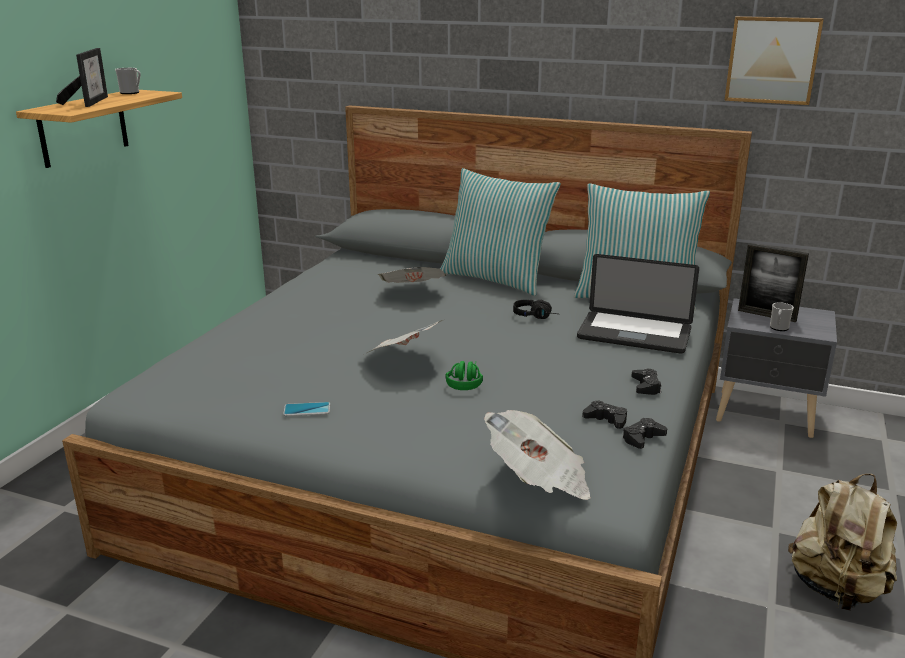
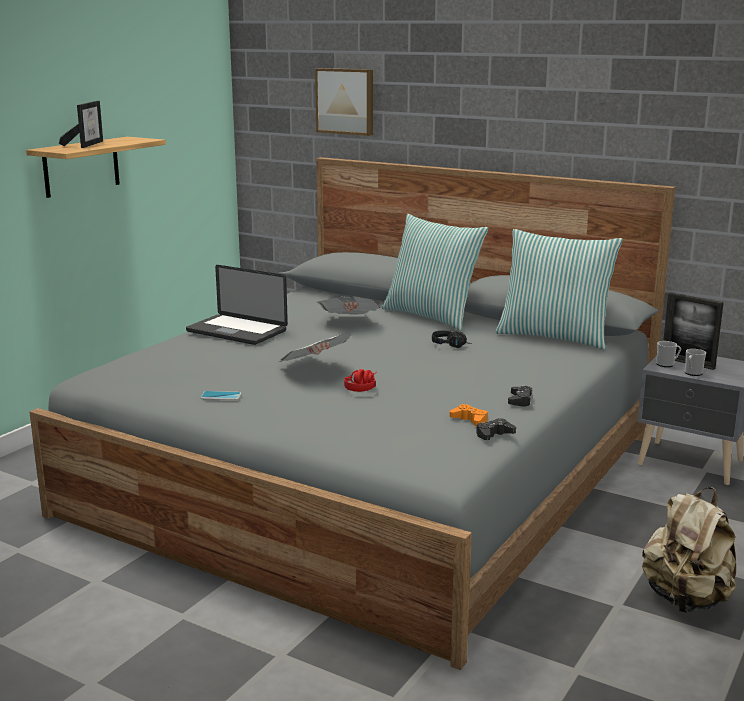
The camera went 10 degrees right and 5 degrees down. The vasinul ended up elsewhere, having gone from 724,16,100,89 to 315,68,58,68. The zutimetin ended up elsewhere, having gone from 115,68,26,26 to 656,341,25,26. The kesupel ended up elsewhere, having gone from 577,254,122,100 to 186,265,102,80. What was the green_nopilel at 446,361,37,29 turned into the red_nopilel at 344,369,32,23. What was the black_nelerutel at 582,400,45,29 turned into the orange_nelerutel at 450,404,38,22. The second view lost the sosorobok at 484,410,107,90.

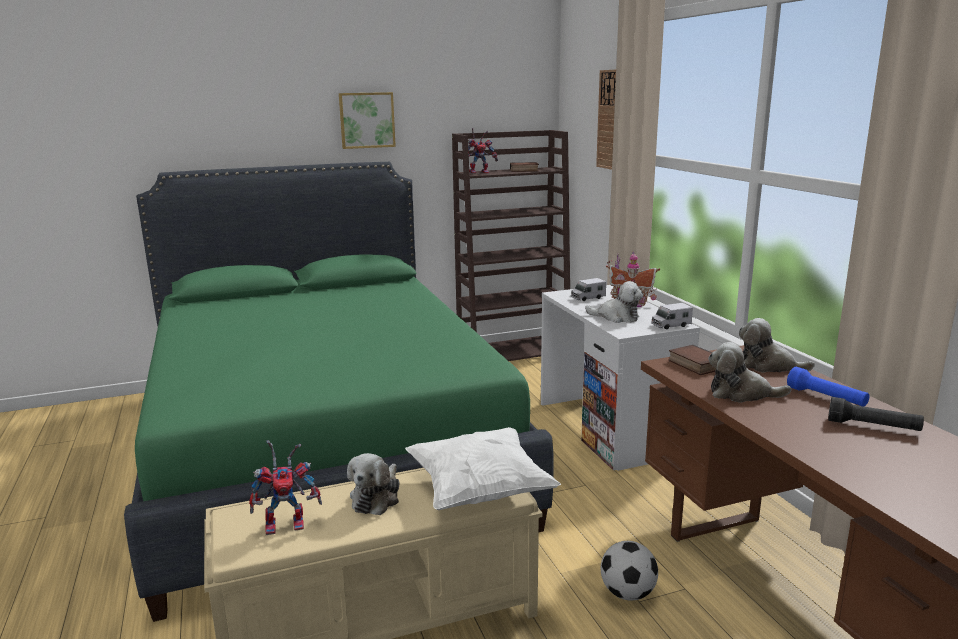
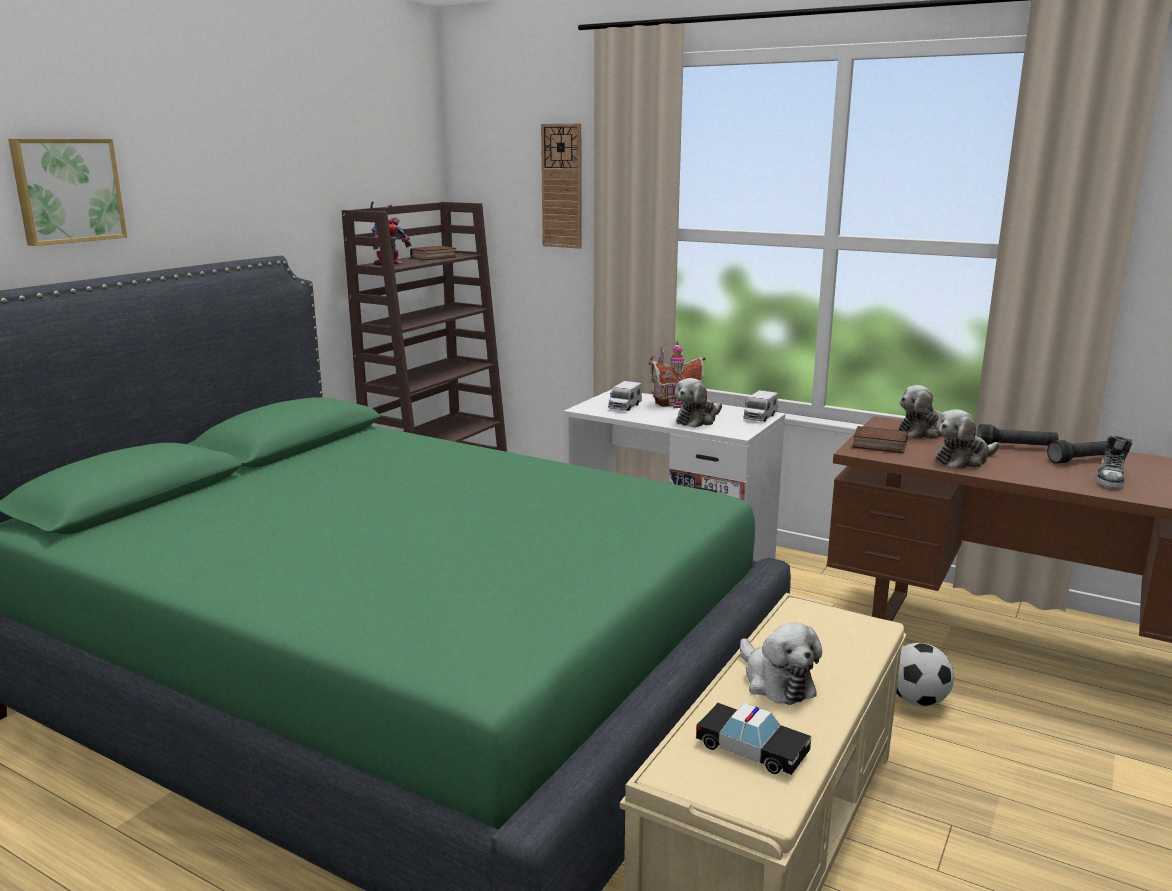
The camera went 40 degrees left and 0 degrees up. The vasinul ended up elsewhere, having gone from 339,92,57,57 to 8,139,119,107. The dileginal at 585,281,58,42 ended up facing another way, 150 degrees clockwise from before. What was the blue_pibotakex at 787,367,83,40 turned into the black_pibotakex at 977,424,81,22. The second view lost the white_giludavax at 405,427,156,83. Where the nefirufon stood at 249,440,73,95, the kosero came to stand at 696,703,116,72. The second view gained the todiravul at 1096,436,37,52.

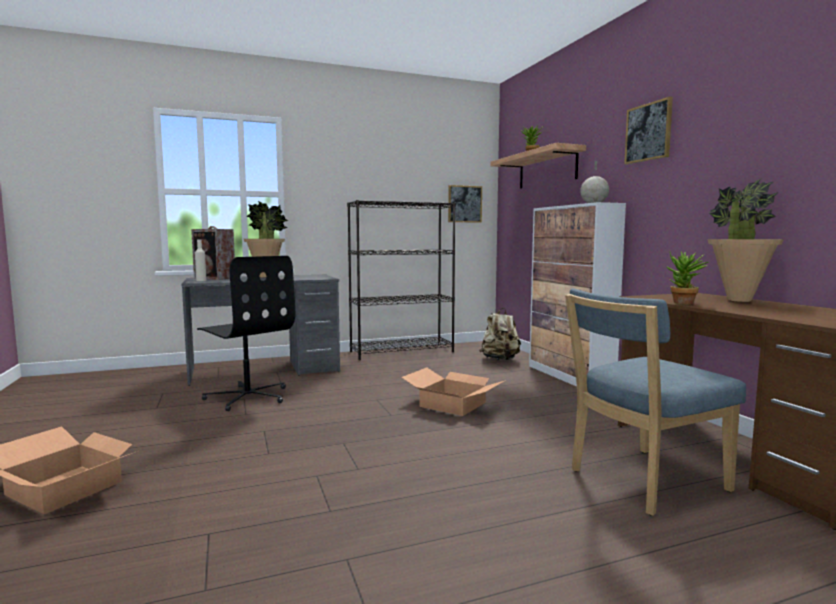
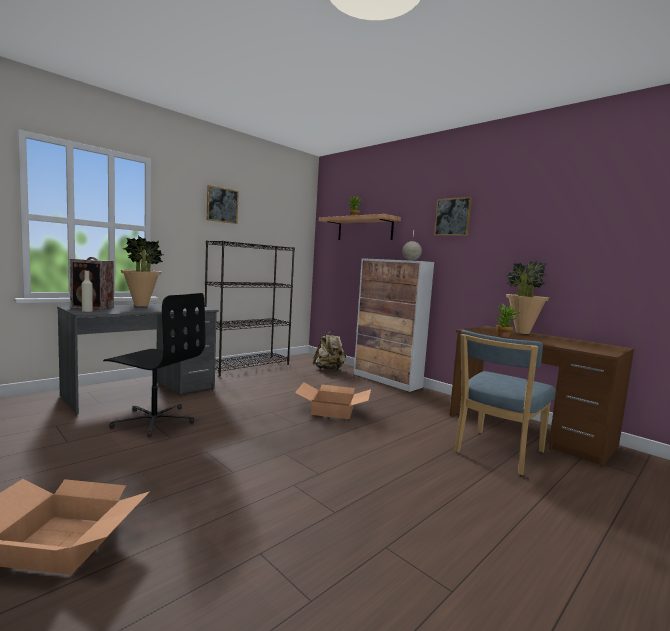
The camera went 25 degrees left and 0 degrees up. The vasinul ended up elsewhere, having gone from 448,185,34,38 to 207,185,32,39.

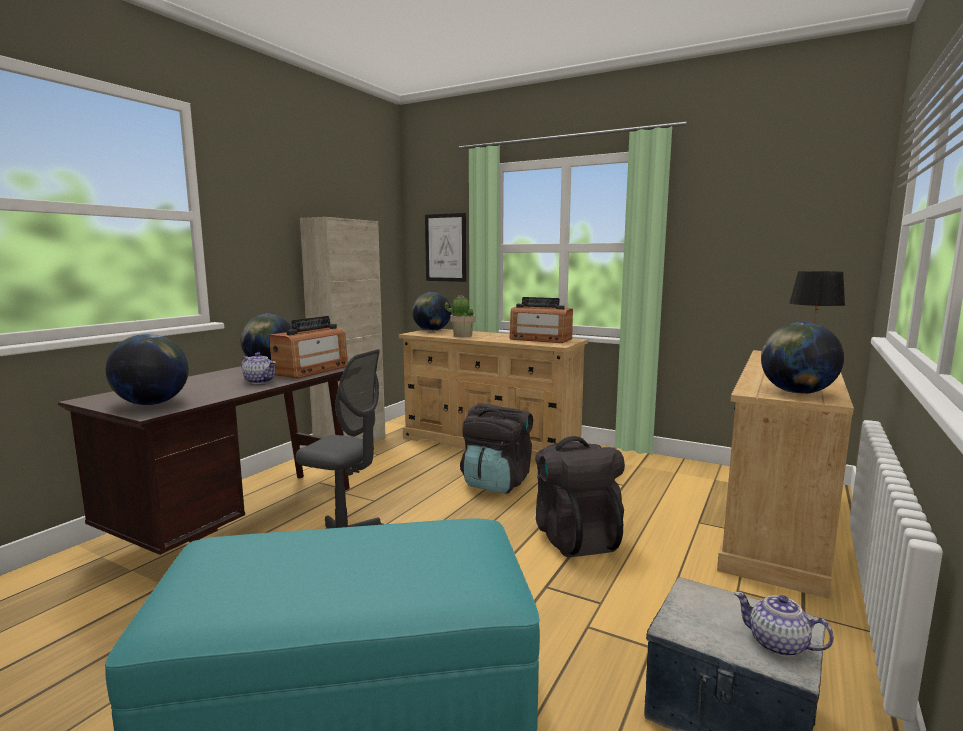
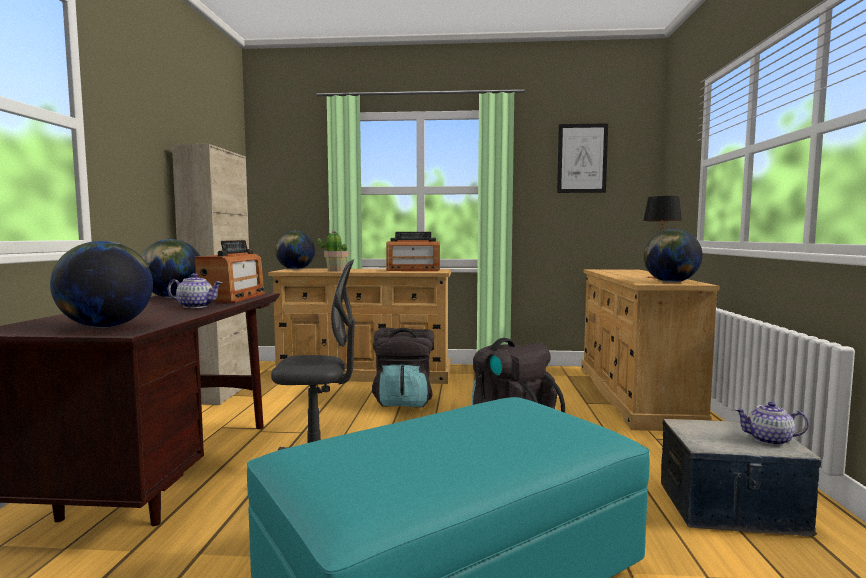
The camera went 25 degrees left and 5 degrees down. The vasinul ended up elsewhere, having gone from 425,213,41,69 to 557,123,51,70.

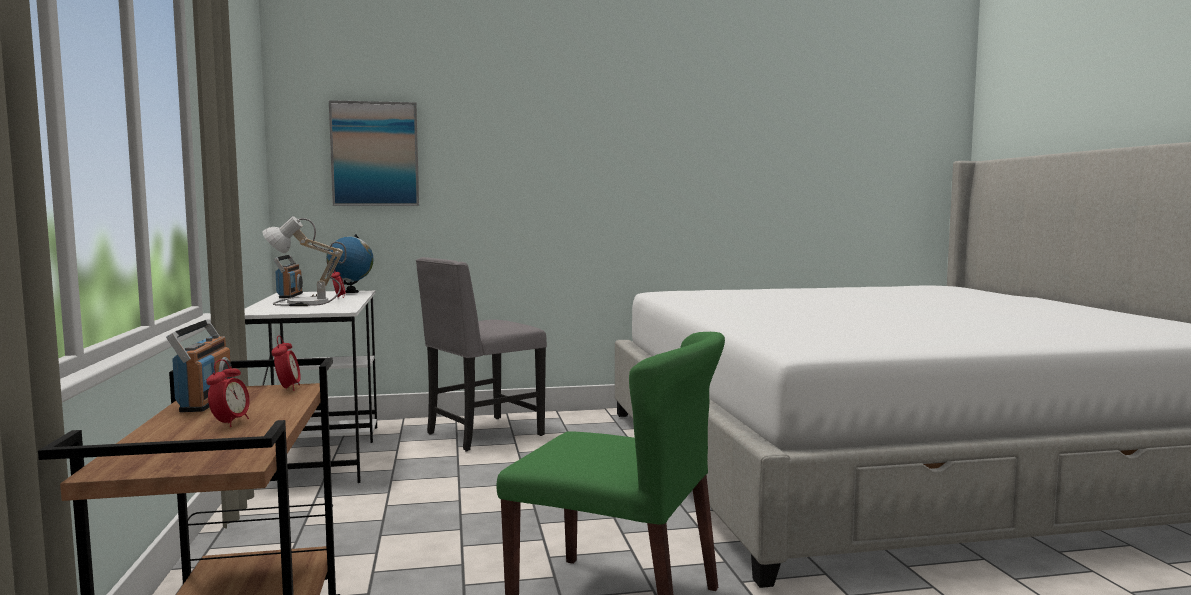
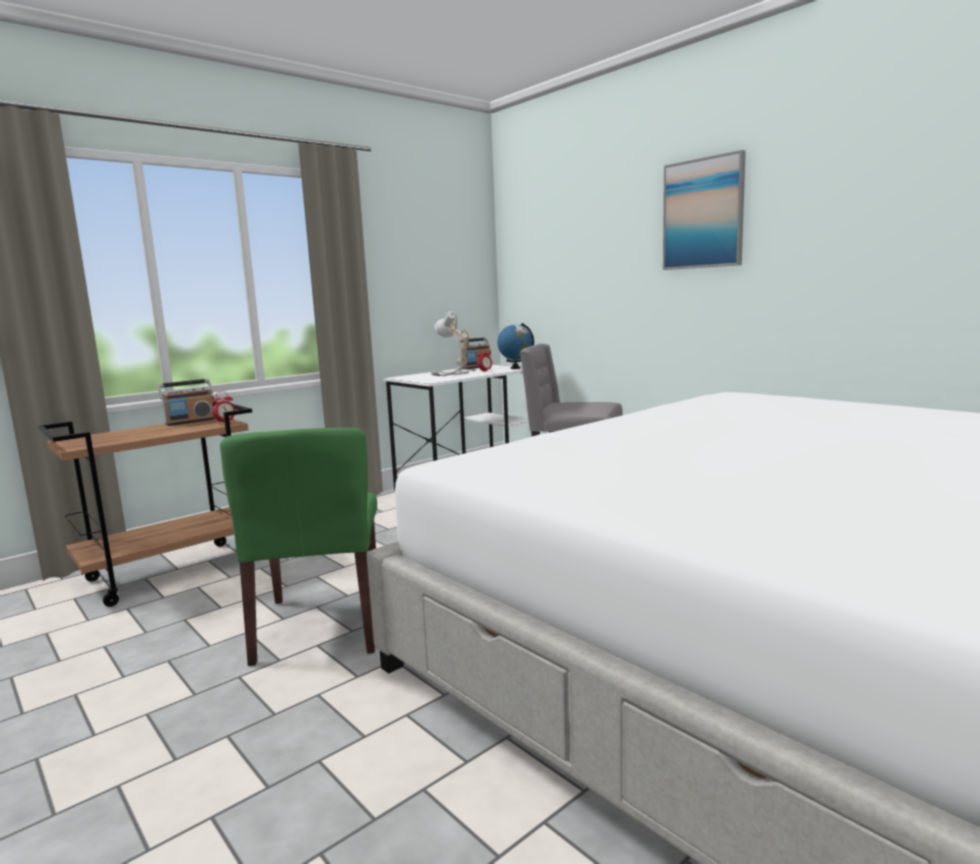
The camera went 60 degrees right and 5 degrees up. The vasinul ended up elsewhere, having gone from 329,100,90,106 to 663,150,83,120. The second view lost the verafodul at 206,359,44,68.

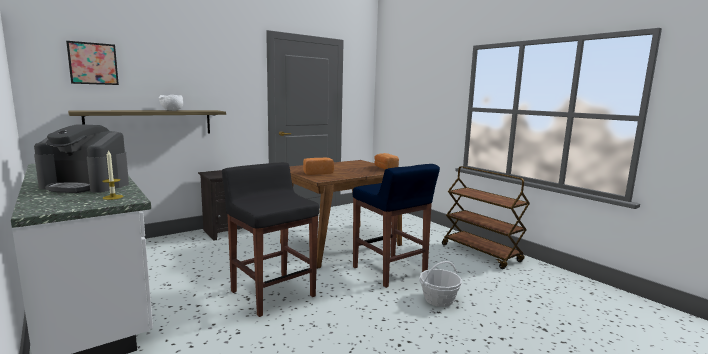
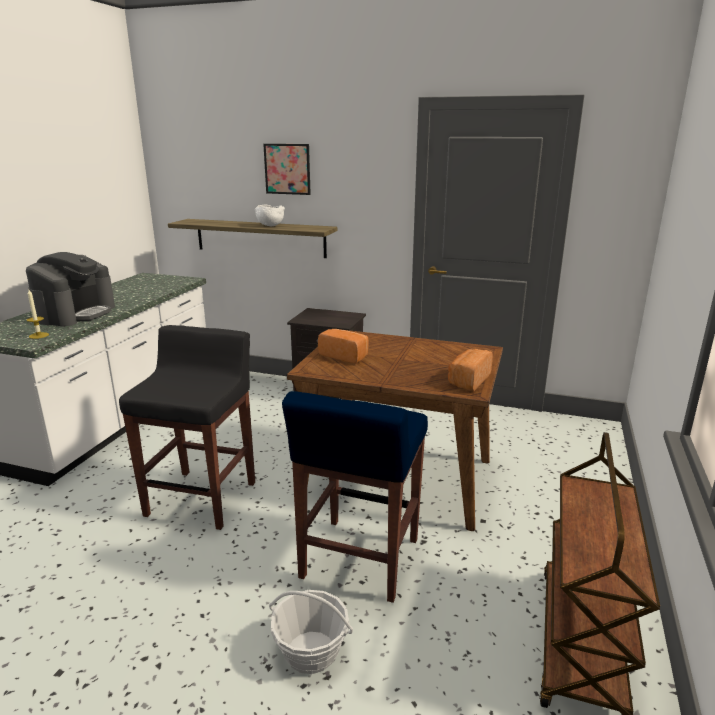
The camera went 55 degrees right and 10 degrees up. The vasinul ended up elsewhere, having gone from 66,41,53,44 to 263,144,48,51. The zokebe at 34,124,95,69 ended up facing another way, 135 degrees counterclockwise from before.

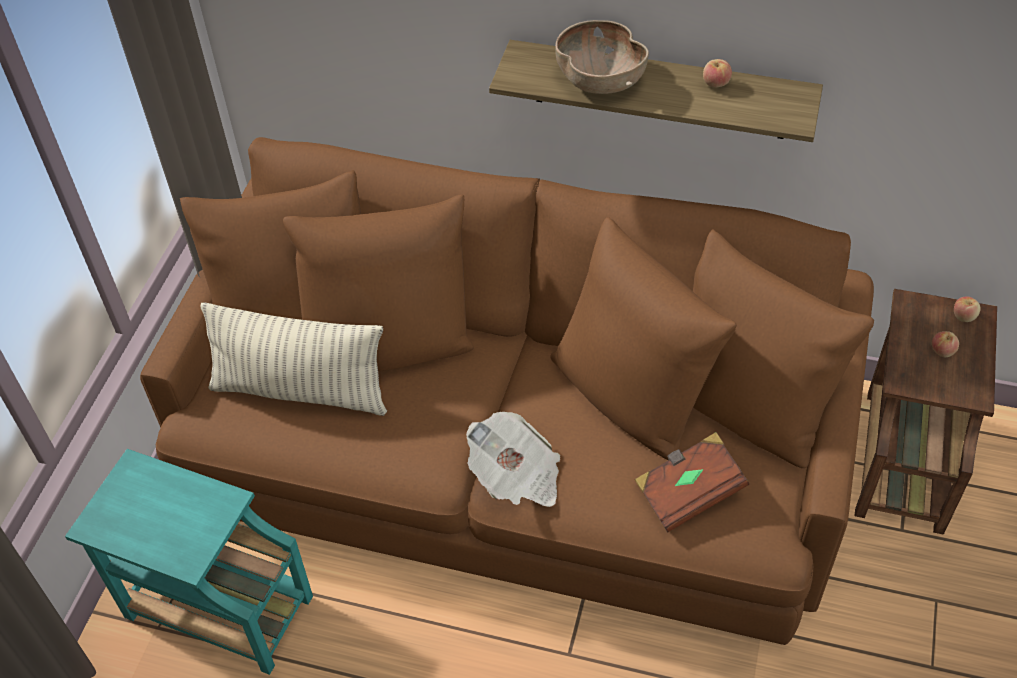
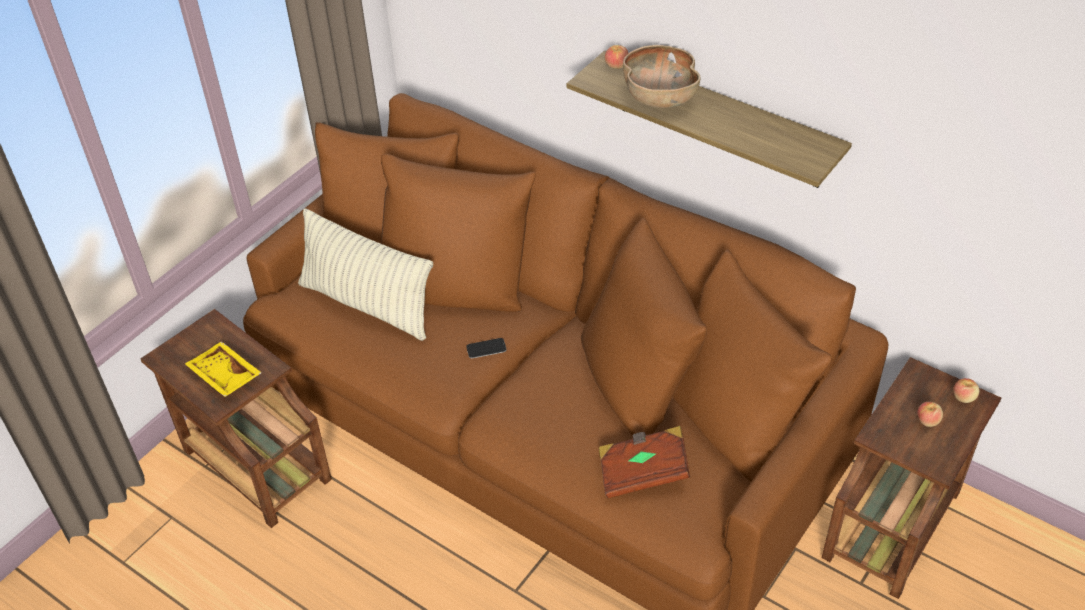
The camera went 20 degrees right and 5 degrees down. The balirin ended up elsewhere, having gone from 703,59,29,28 to 605,45,23,24. The second view lost the sosorobok at 466,412,94,95. What was the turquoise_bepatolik at 65,449,248,226 turned into the brown_bepatolik at 141,309,191,219. The second view gained the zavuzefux at 466,338,41,20. The second view gained the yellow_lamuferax at 185,341,77,56.

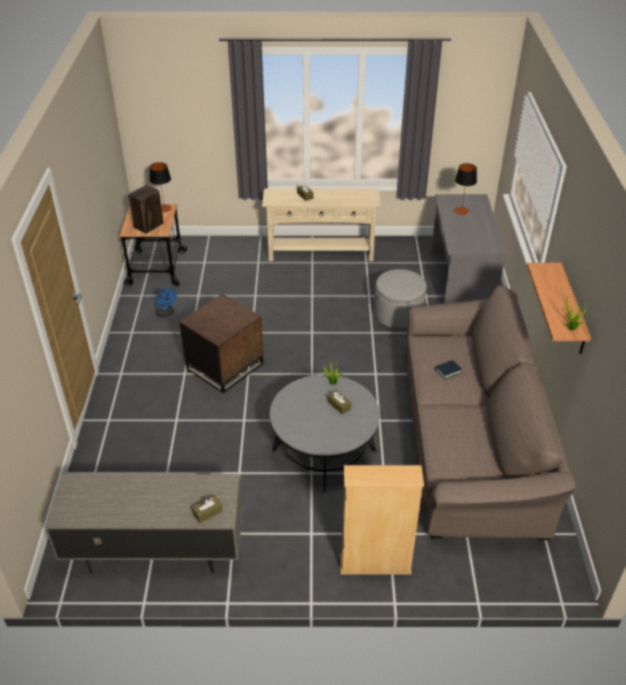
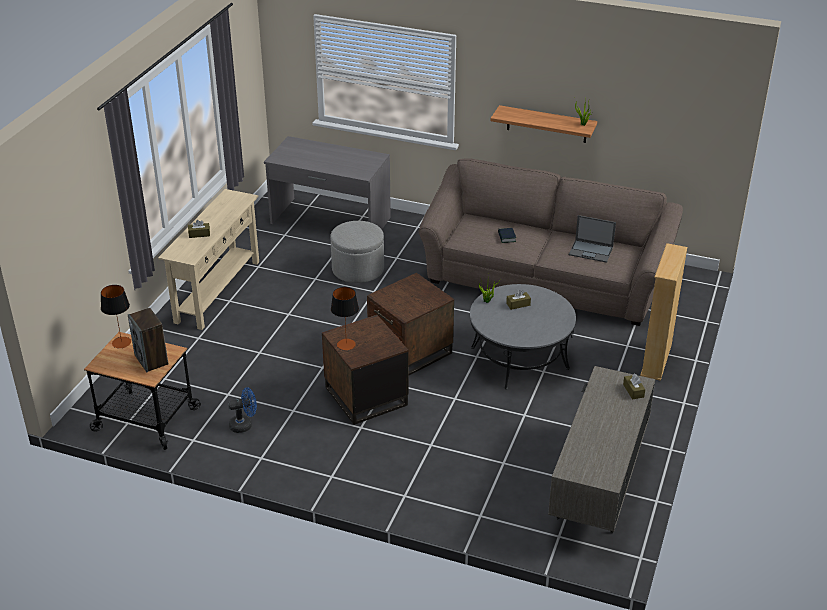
The camera went 70 degrees left and 5 degrees down. The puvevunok ended up elsewhere, having gone from 454,163,23,52 to 331,287,28,63. The second view gained the kesupel at 569,215,47,48. The second view gained the brown_bepatolik at 367,273,87,102.

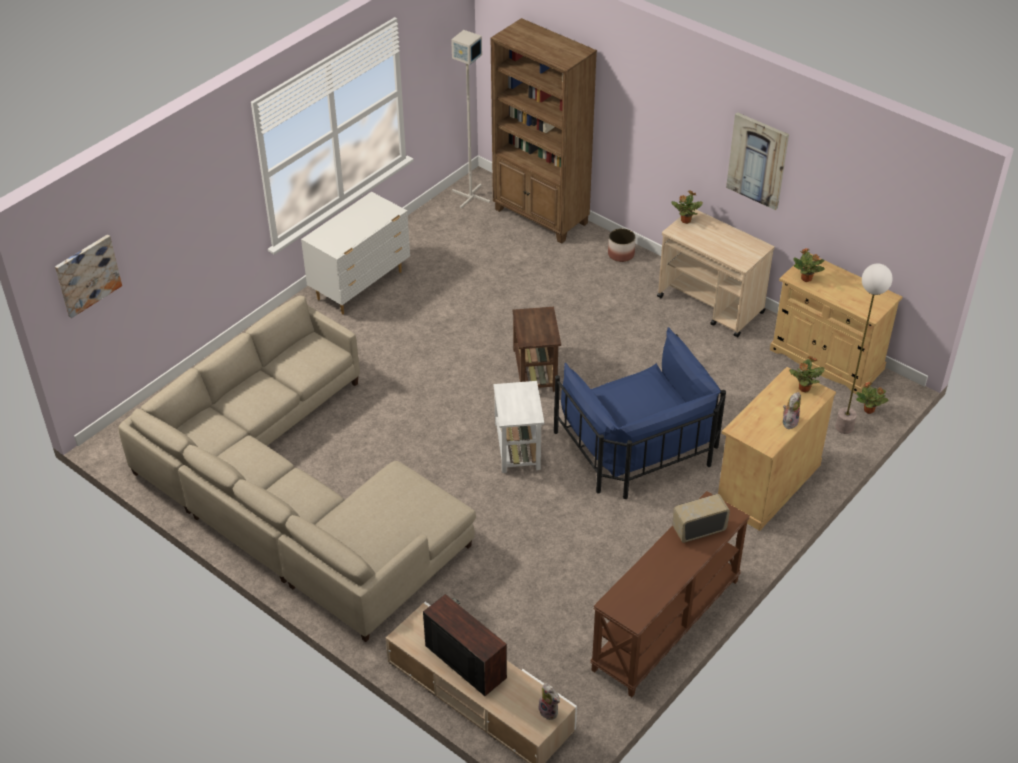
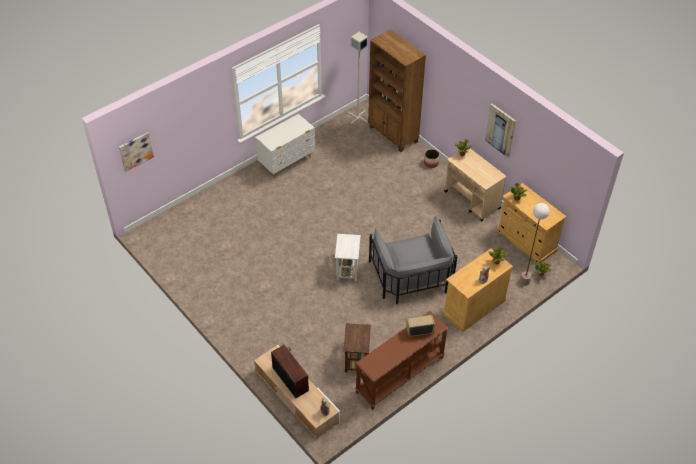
The camera went 10 degrees right and 5 degrees up. The second view lost the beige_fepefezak at 118,295,358,347. The brown_bepatolik ended up elsewhere, having gone from 513,307,48,85 to 343,323,28,50. What was the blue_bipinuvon at 554,327,172,172 turned into the grey_bipinuvon at 369,216,88,88.

